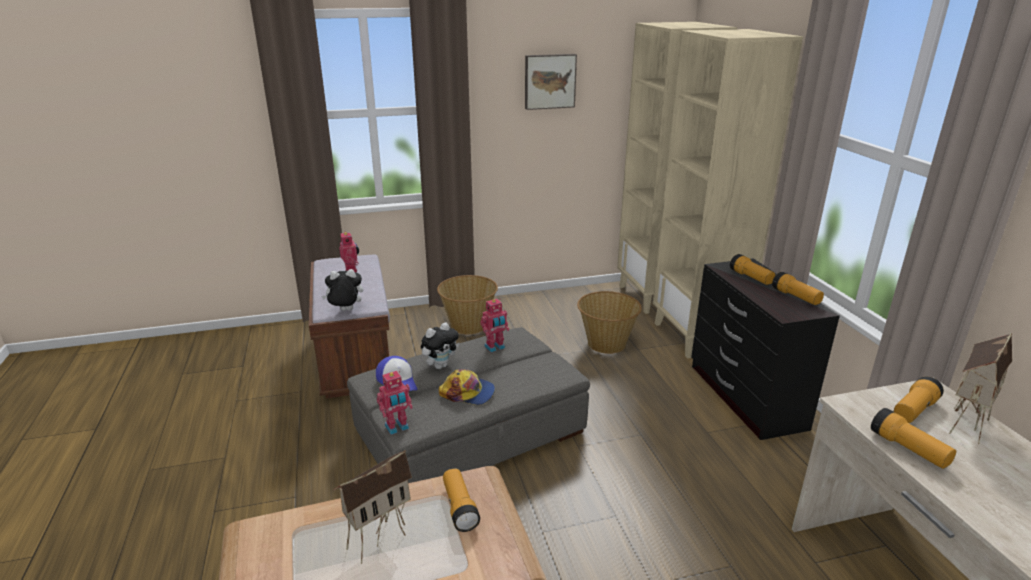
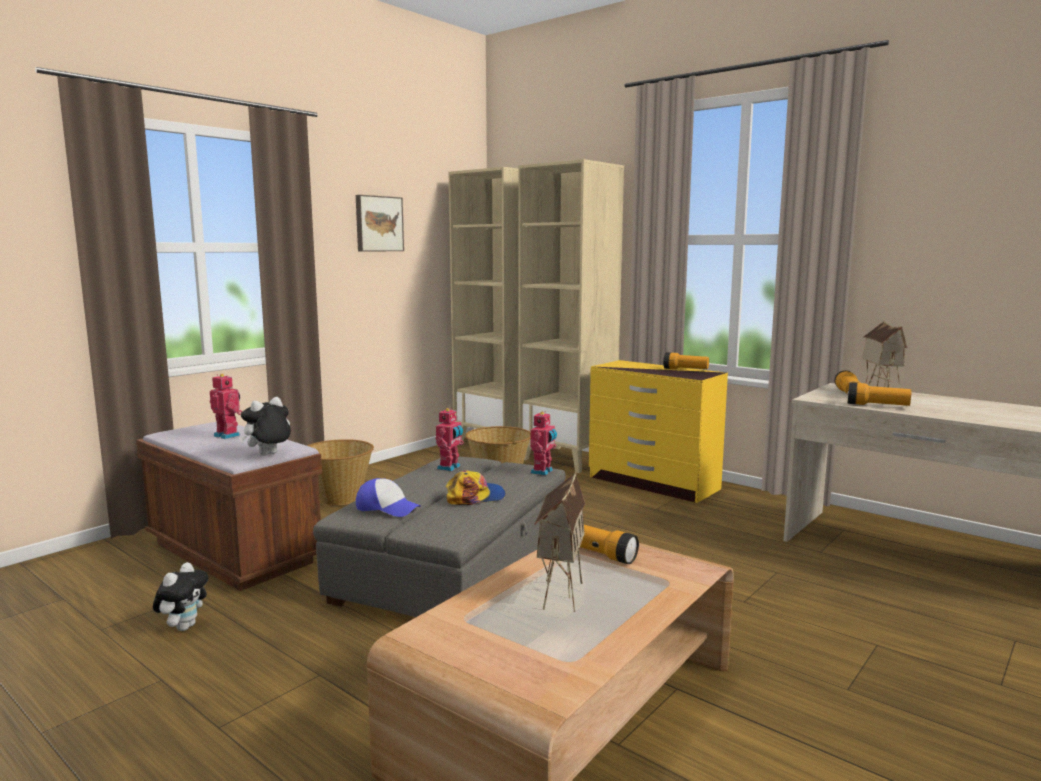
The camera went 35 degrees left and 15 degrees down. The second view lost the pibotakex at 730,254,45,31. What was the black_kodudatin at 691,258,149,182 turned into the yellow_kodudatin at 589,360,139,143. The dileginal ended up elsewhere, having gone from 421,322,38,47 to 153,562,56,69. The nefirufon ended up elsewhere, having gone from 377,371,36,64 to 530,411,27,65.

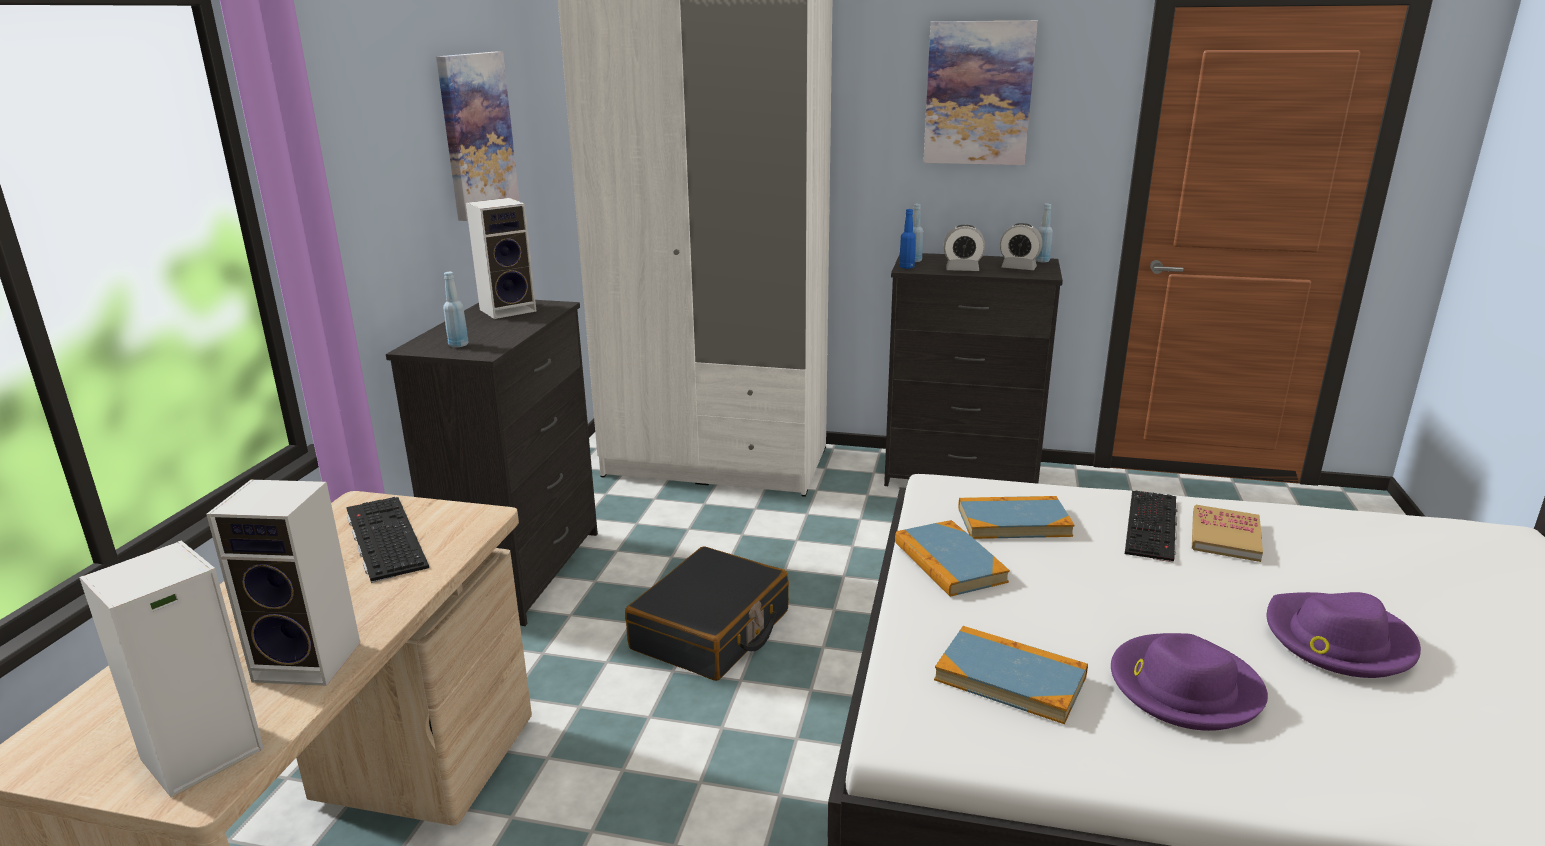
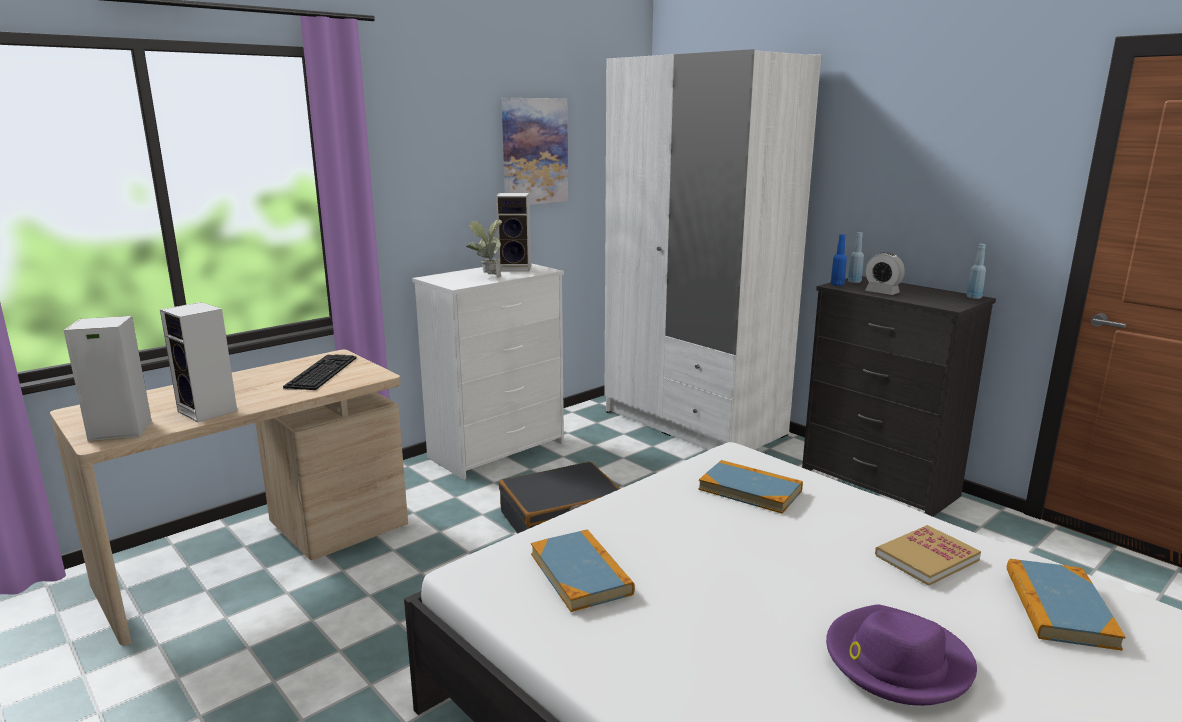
The camera went 35 degrees right and 5 degrees down. The second view lost the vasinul at 923,21,115,144. The second view lost the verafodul at 1000,223,43,47. The second view lost the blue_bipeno at 443,272,26,75. What was the black_kodudatin at 386,300,212,326 turned into the white_kodudatin at 412,263,152,217. The second view lost the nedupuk at 1125,491,53,72. The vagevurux ended up elsewhere, having gone from 895,520,115,77 to 1007,559,119,92. The second view lost the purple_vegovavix at 1111,633,157,98. The second view gained the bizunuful at 466,219,36,59.

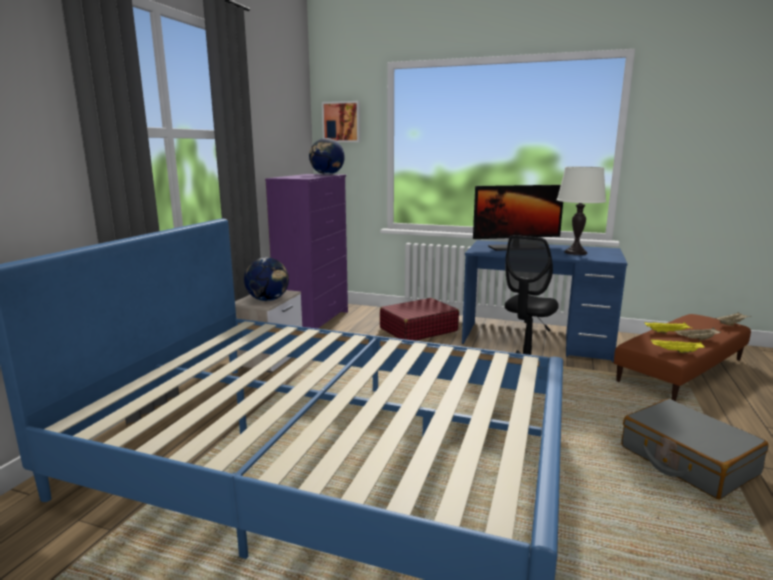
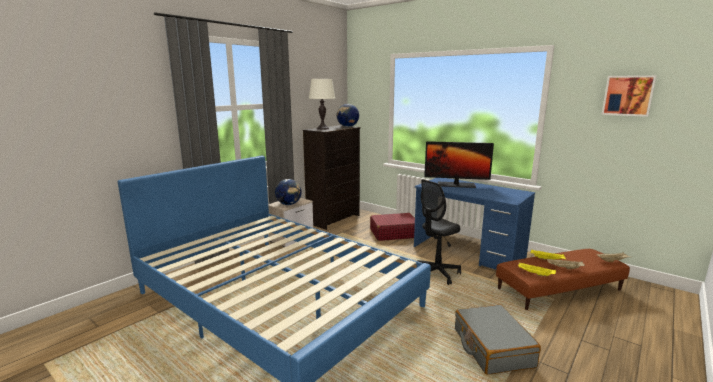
The camera went 20 degrees right and 0 degrees up. The vasinul ended up elsewhere, having gone from 322,101,39,41 to 602,75,55,42. The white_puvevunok ended up elsewhere, having gone from 557,167,49,88 to 309,79,26,51. What was the purple_kodudatin at 265,174,83,155 turned into the black_kodudatin at 303,125,58,105.

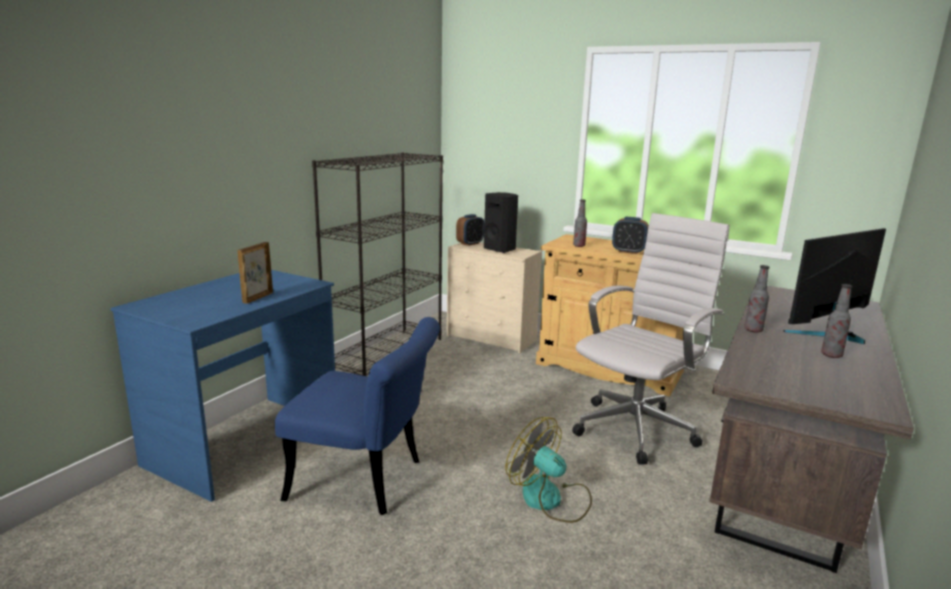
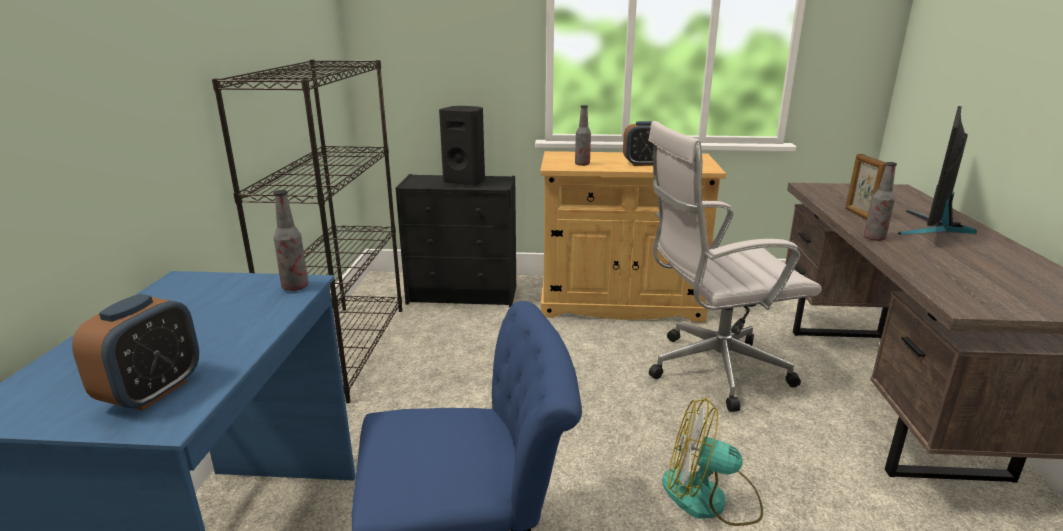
The camera went 25 degrees left and 5 degrees up. The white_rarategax at 572,213,158,252 ended up facing another way, 120 degrees counterclockwise from before. The verafodul ended up elsewhere, having gone from 456,214,28,32 to 72,294,127,116. The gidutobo ended up elsewhere, having gone from 237,242,36,62 to 845,154,41,66. What was the beige_kodudatin at 447,242,95,111 turned into the black_kodudatin at 396,174,120,134. The bipeno ended up elsewhere, having gone from 821,284,32,74 to 273,190,36,101.

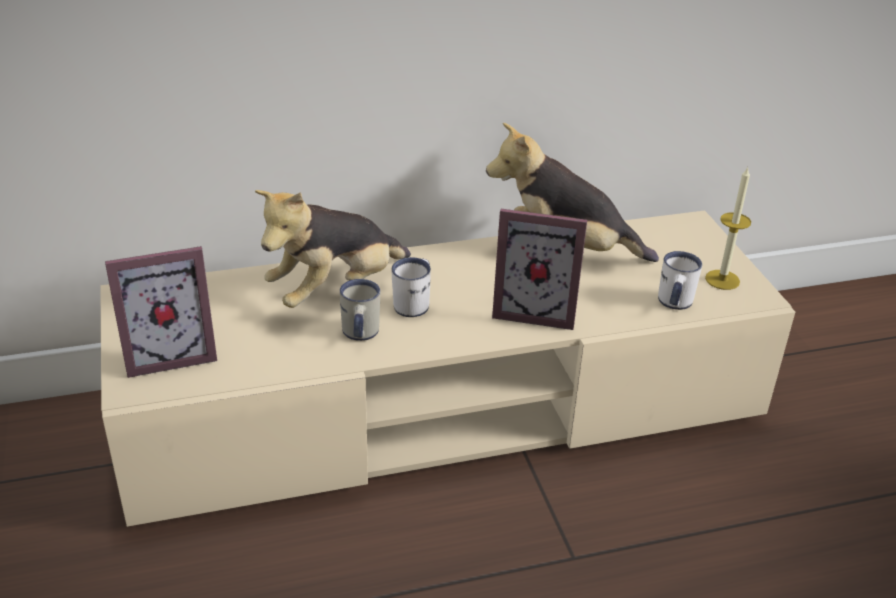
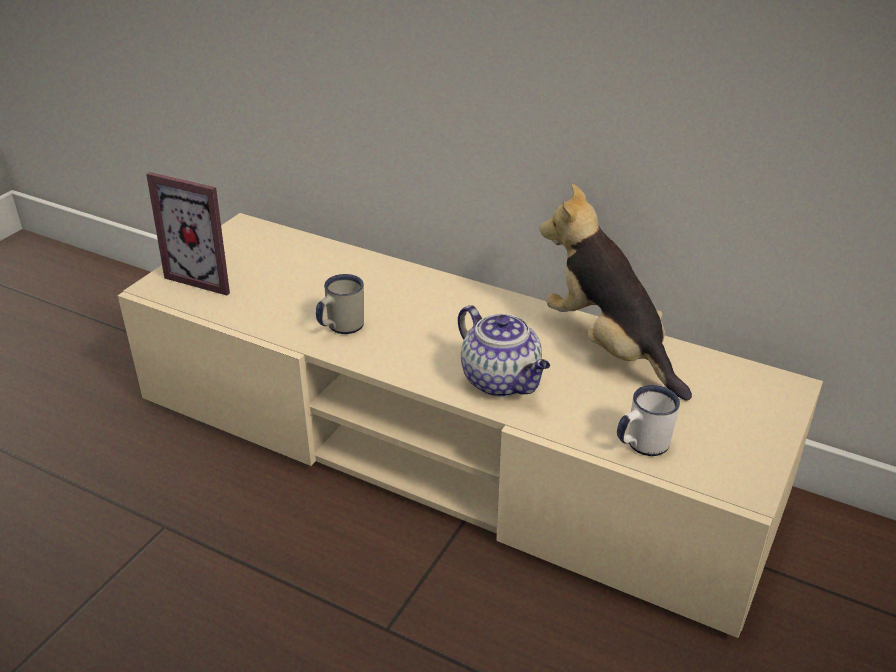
The camera went 45 degrees right and 0 degrees up. The second view lost the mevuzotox at 705,167,46,123. The second view lost the dileginal at 255,190,156,118. Where the gidutobo stood at 492,209,95,121, the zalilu came to stand at 458,305,92,92. The second view lost the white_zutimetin at 392,257,39,60.

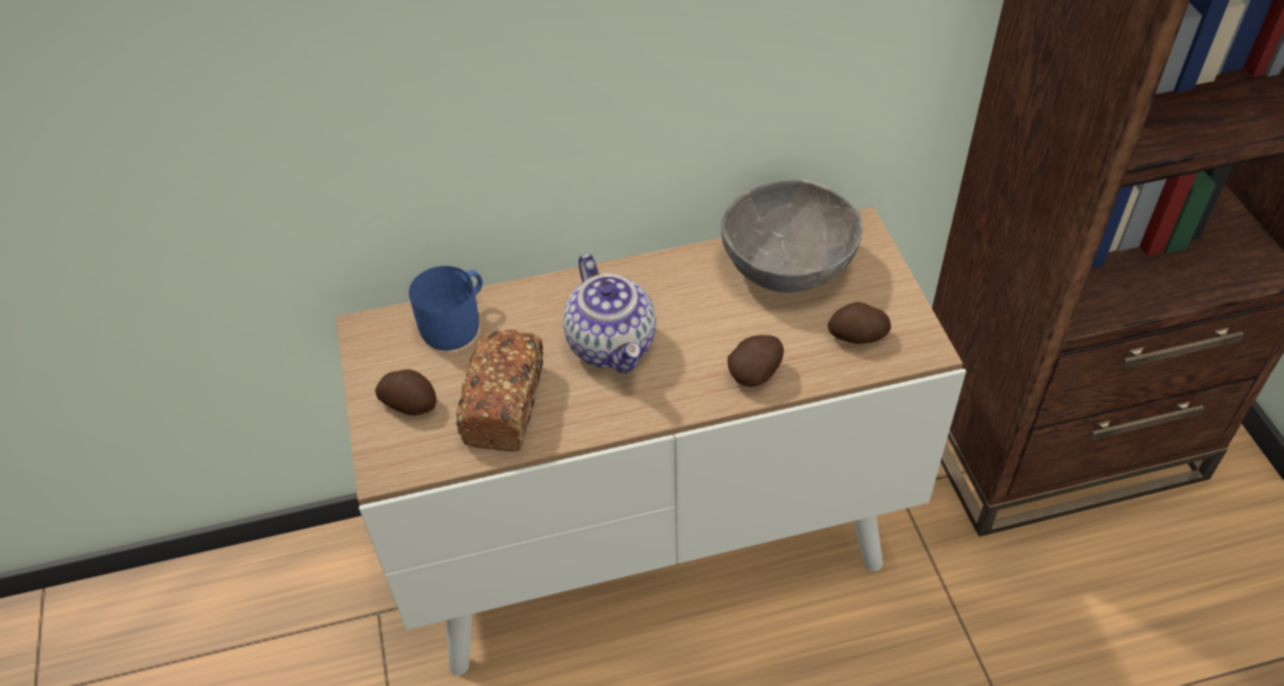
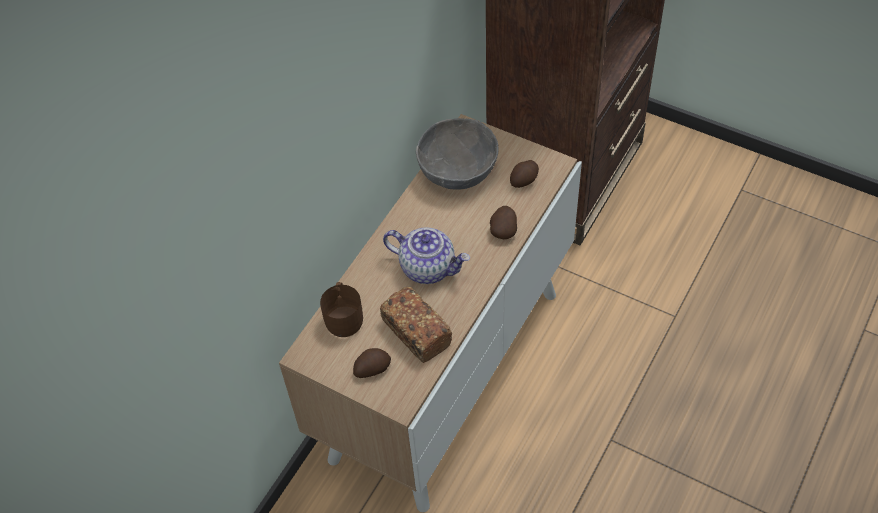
The camera went 45 degrees left and 5 degrees up. What was the blue_zutimetin at 409,266,74,85 turned into the brown_zutimetin at 320,282,43,55.

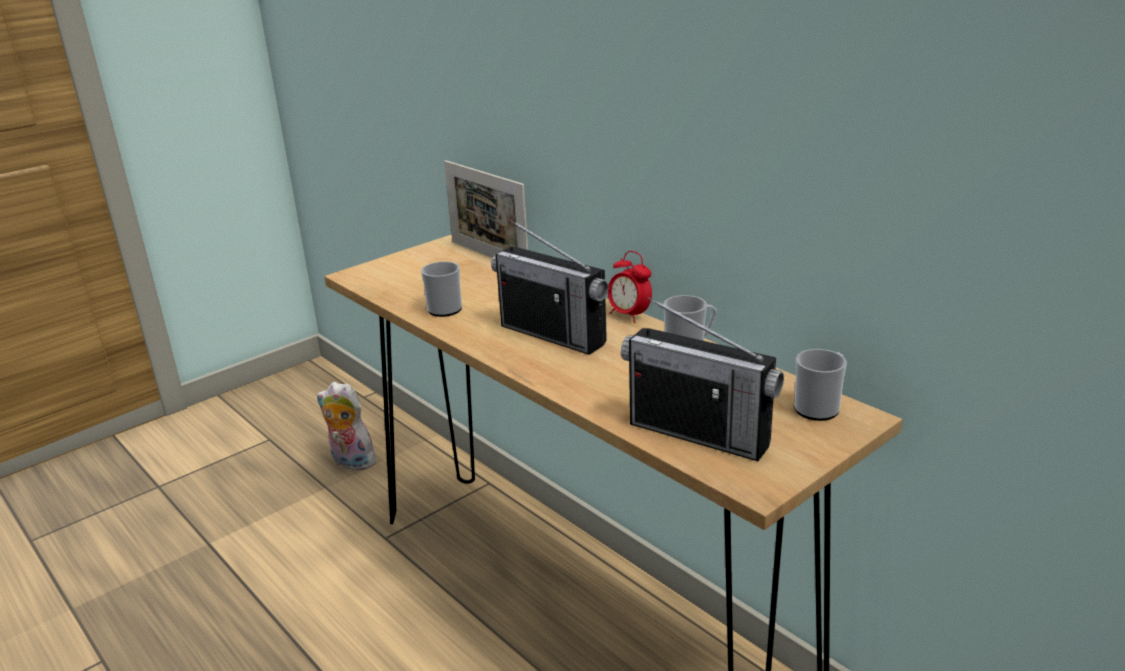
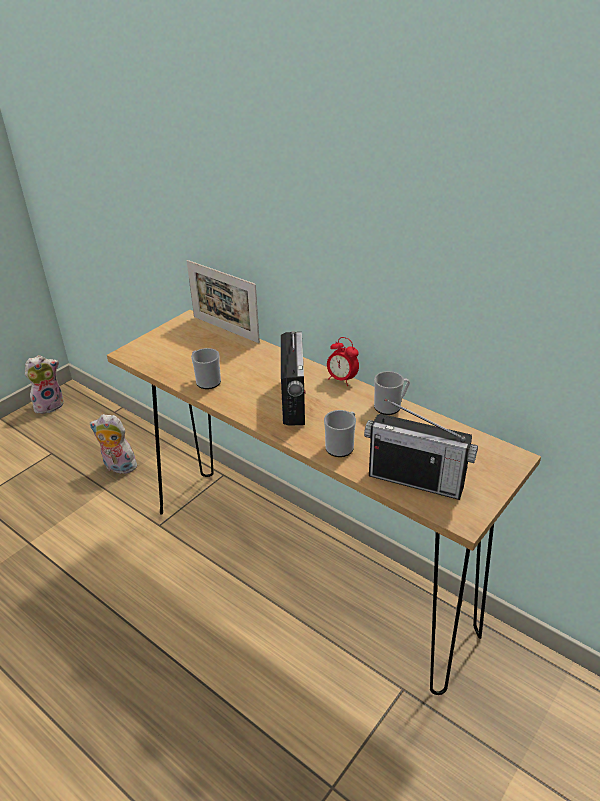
The camera went 10 degrees left and 10 degrees up. The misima at 491,219,117,136 ended up facing another way, 120 degrees counterclockwise from before. The zutimetin ended up elsewhere, having gone from 794,349,53,72 to 324,410,32,47. The second view gained the dileginal at 25,355,39,59.

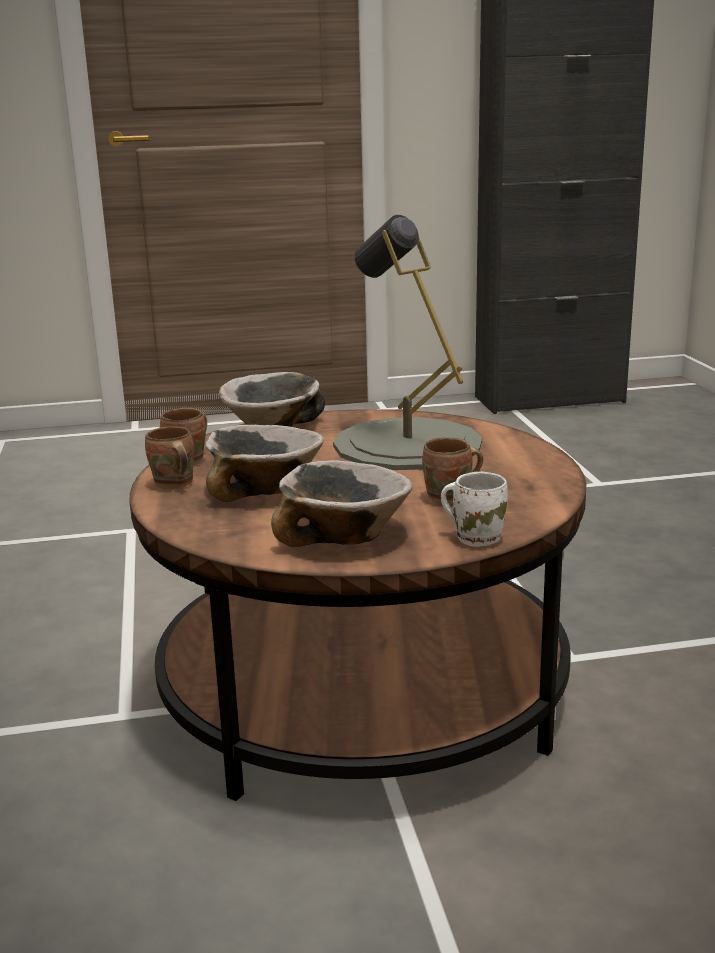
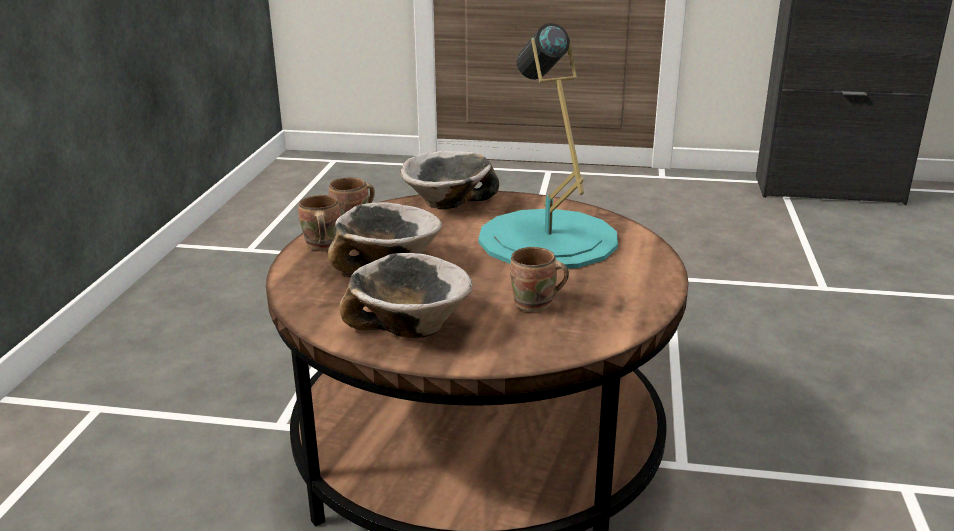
The camera went 20 degrees right and 5 degrees up. What was the grey_puvevunok at 333,215,149,255 turned into the turquoise_puvevunok at 478,23,140,246. The second view lost the white_zutimetin at 441,472,66,75.

